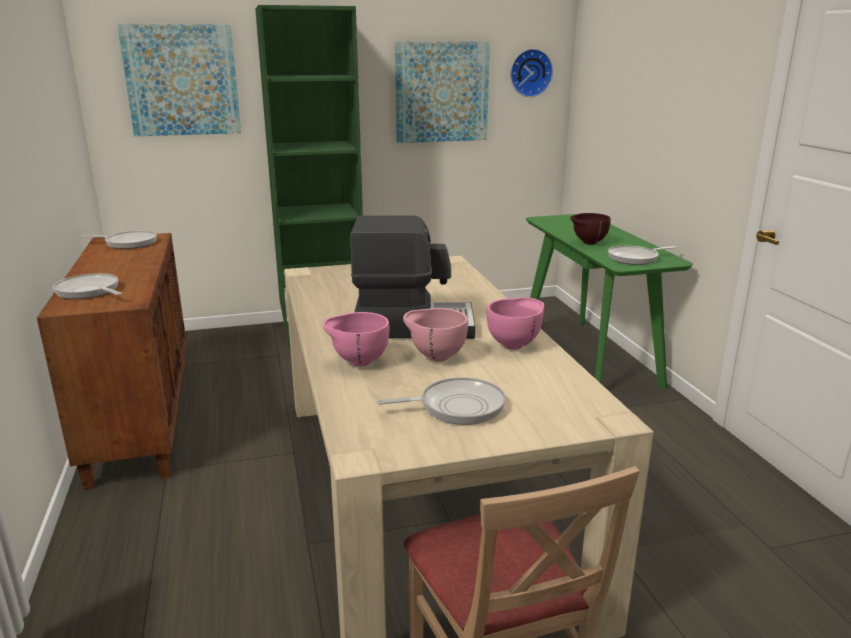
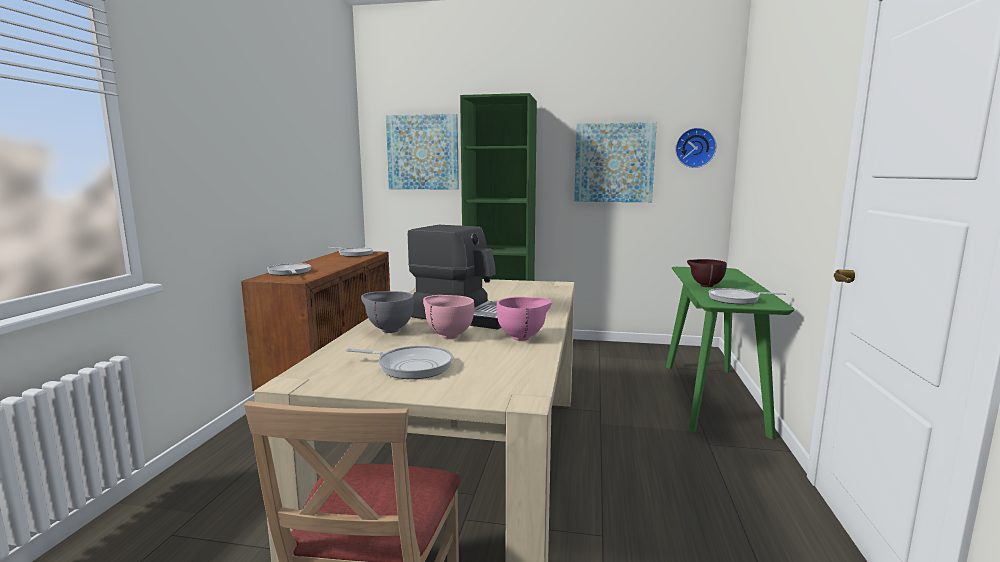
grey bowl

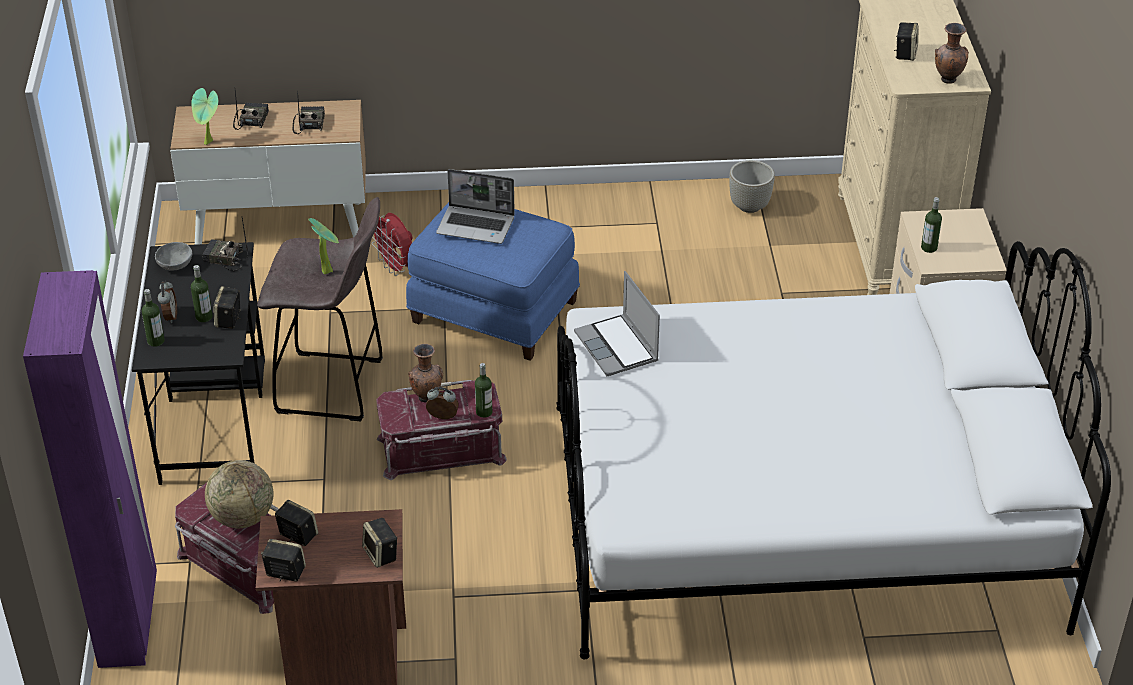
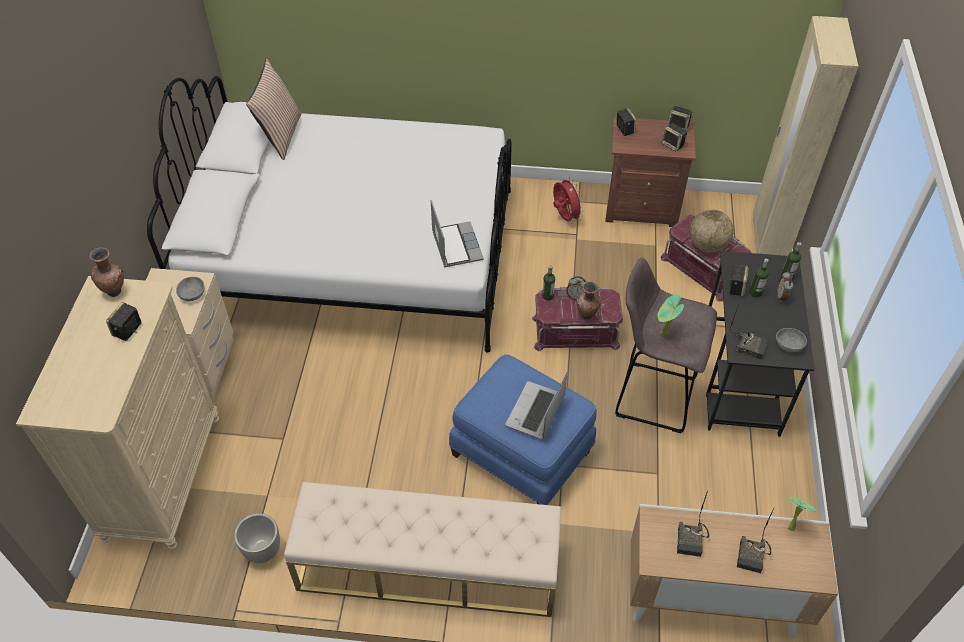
beige wardrobe
red fan
laptop (no. 2 from left)
grey bowl (no. 1 from left)
pillow
beige bench

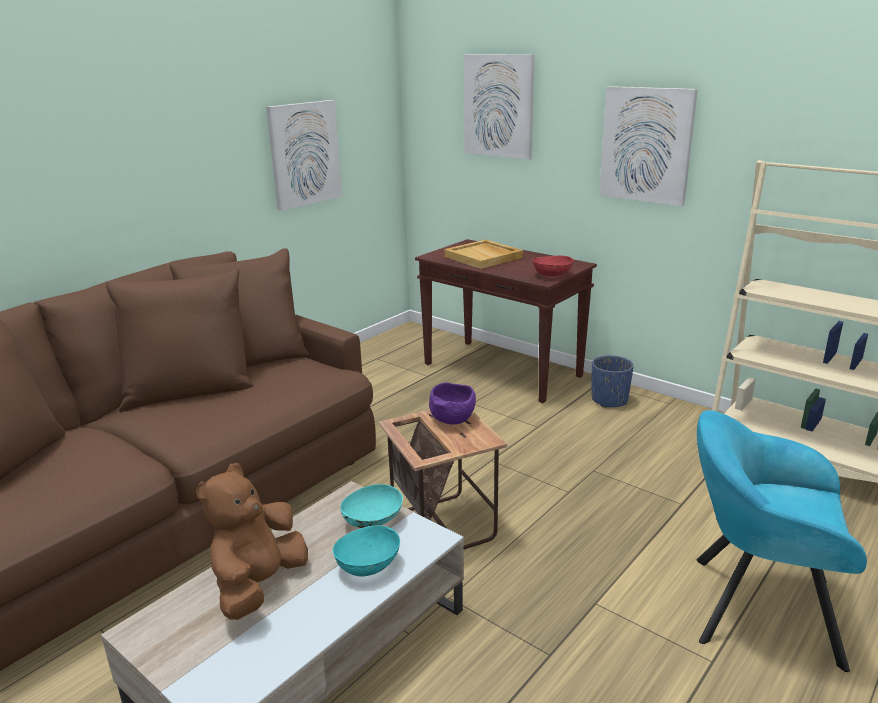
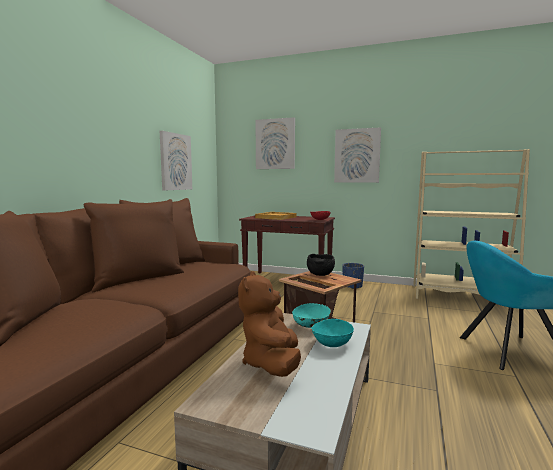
black bowl

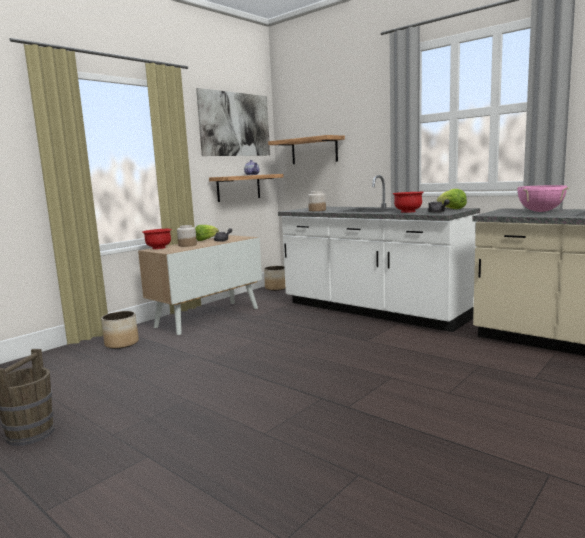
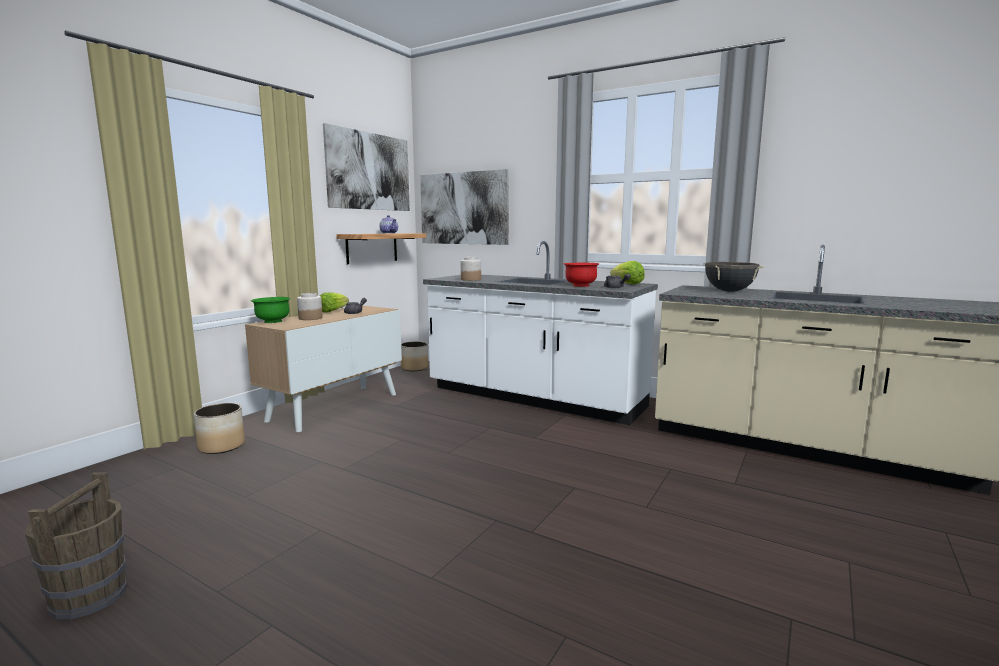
green bowl
picture (no. 2 from left)
black cooking pot

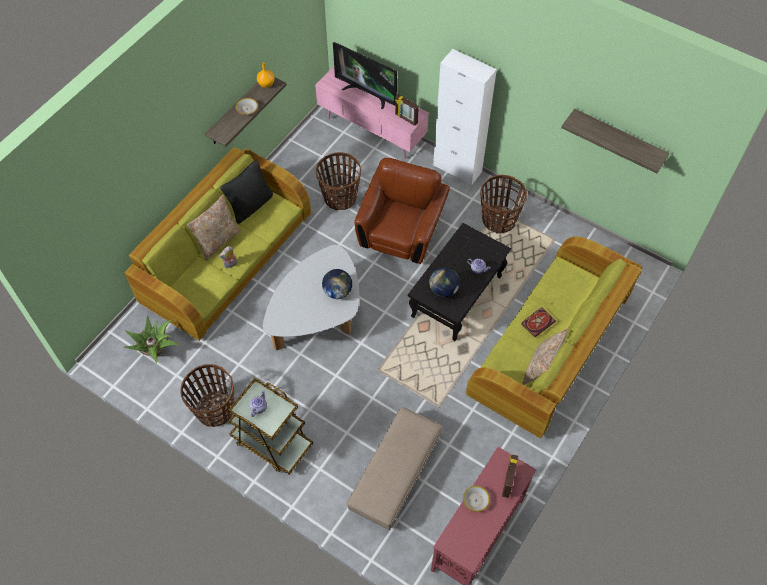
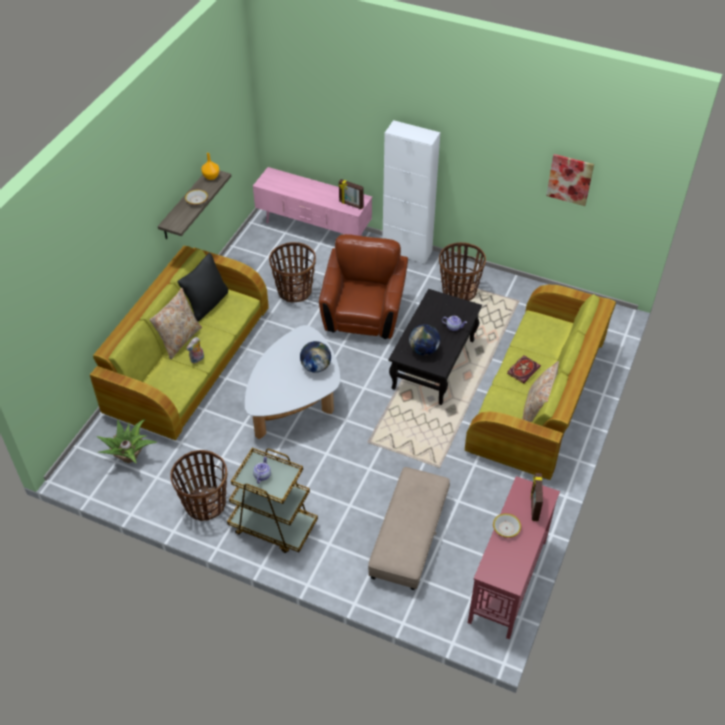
television
picture

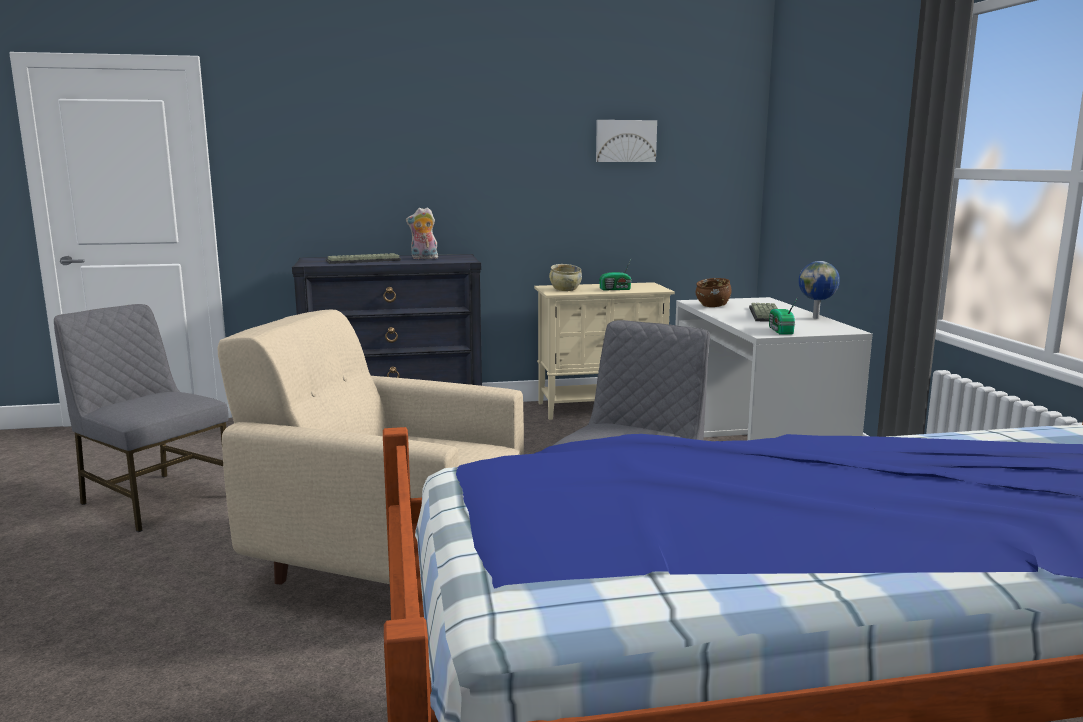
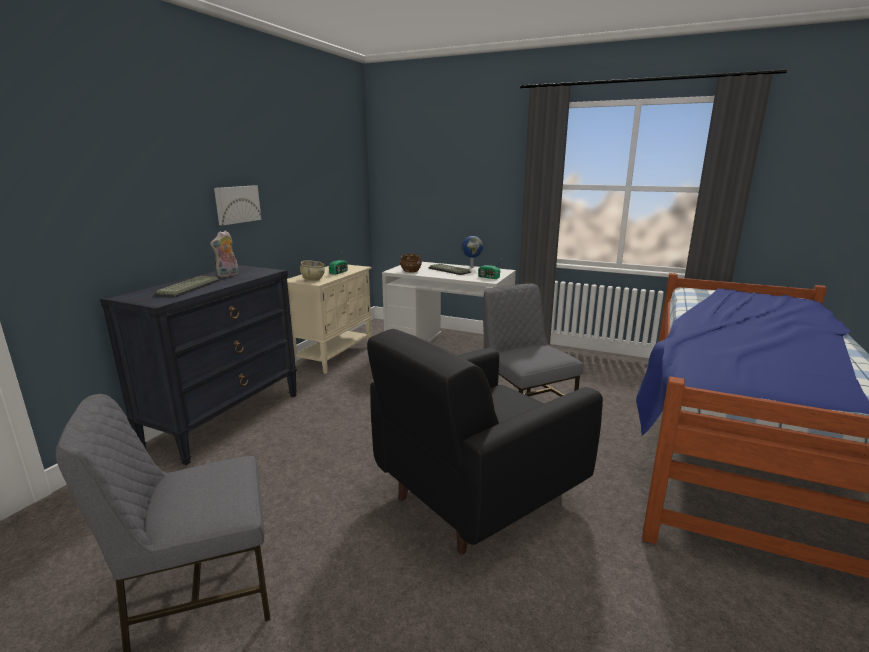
black armchair
picture

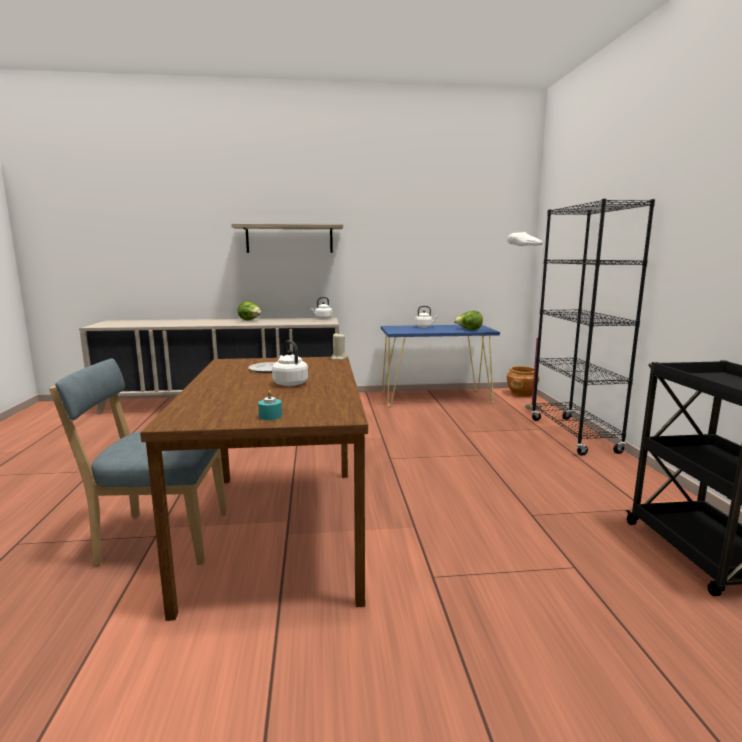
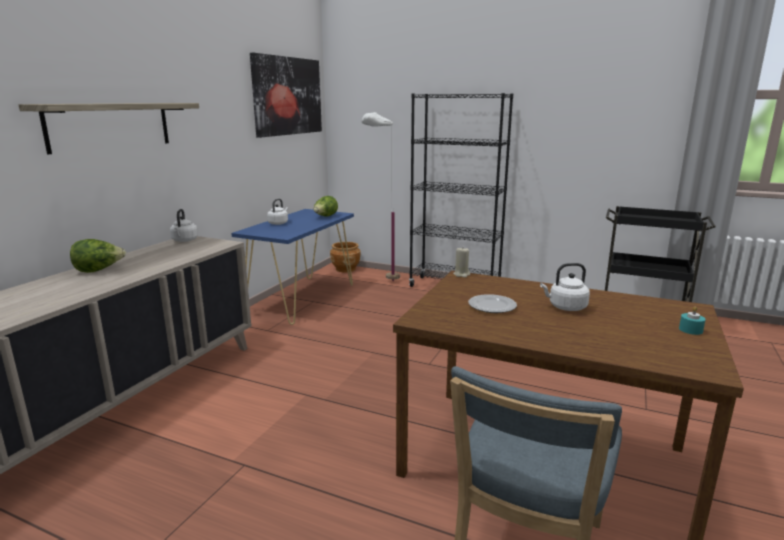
picture

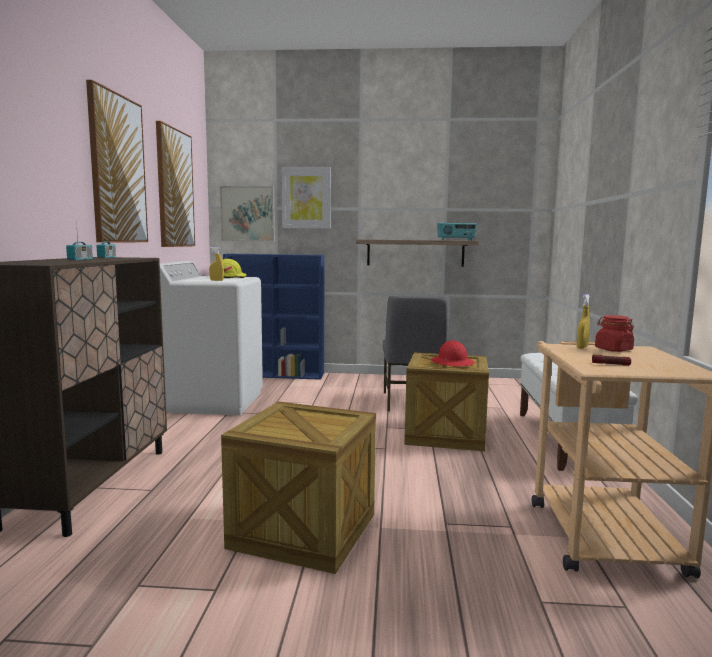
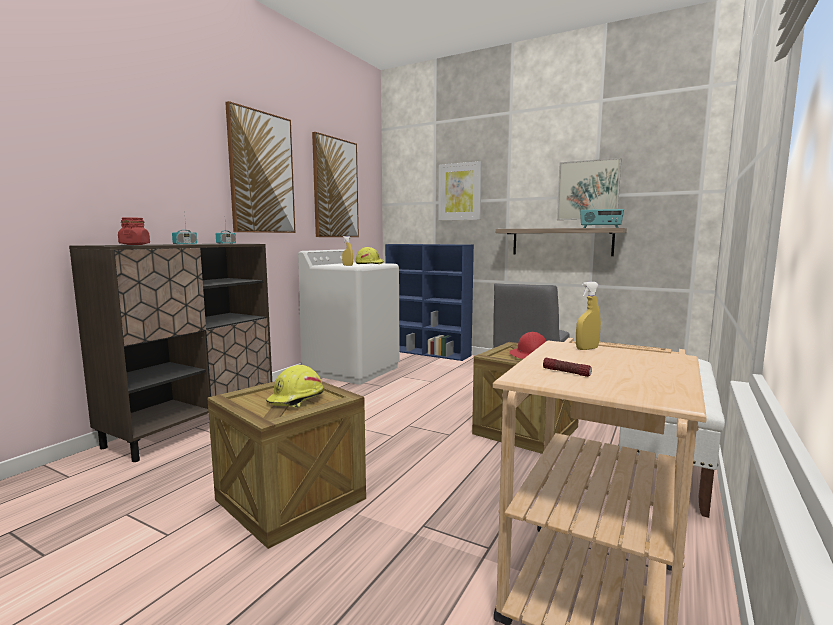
picture (no. 4 from left)
red jar
yellow hard hat (no. 1 from left)

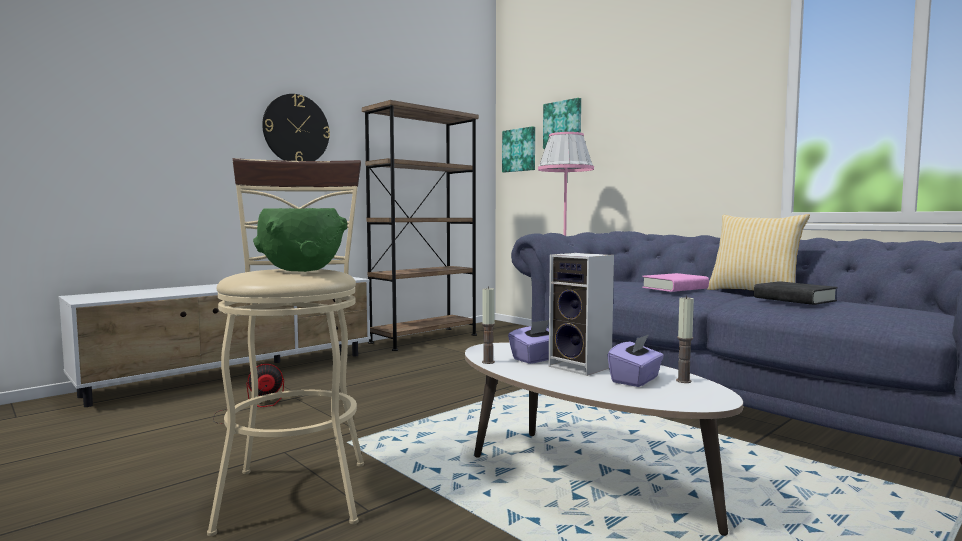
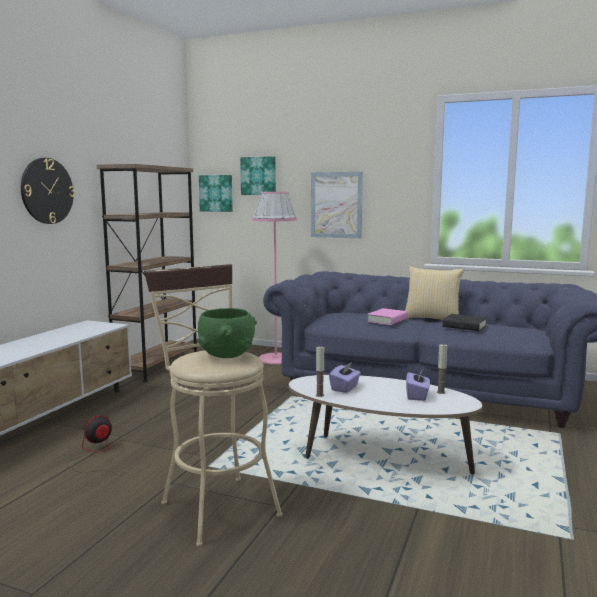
speaker
picture (no. 3 from left)

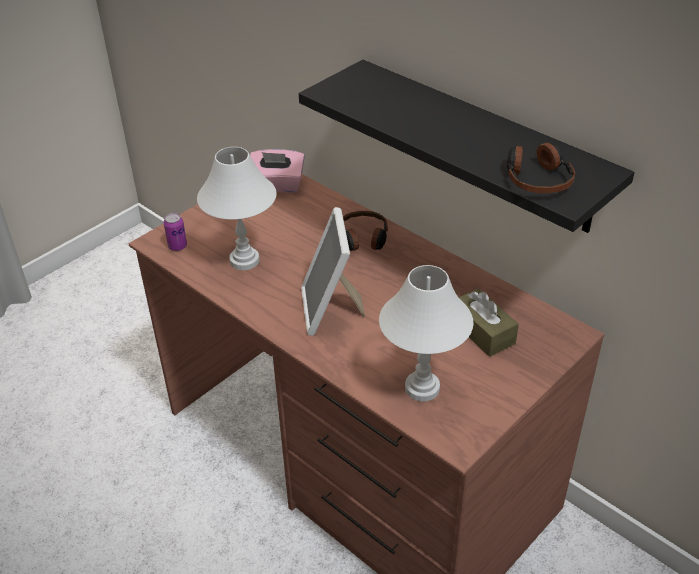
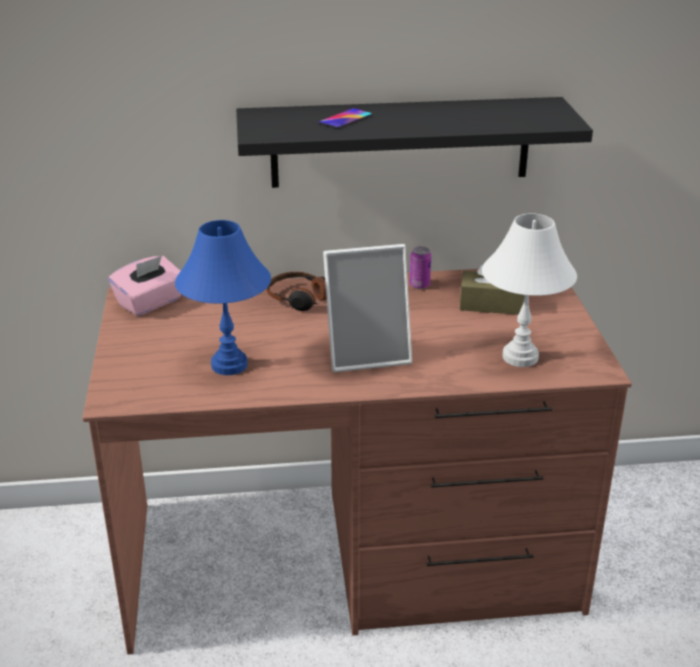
can
blue table lamp
picture frame
headphones (no. 2 from left in the first image)
phone

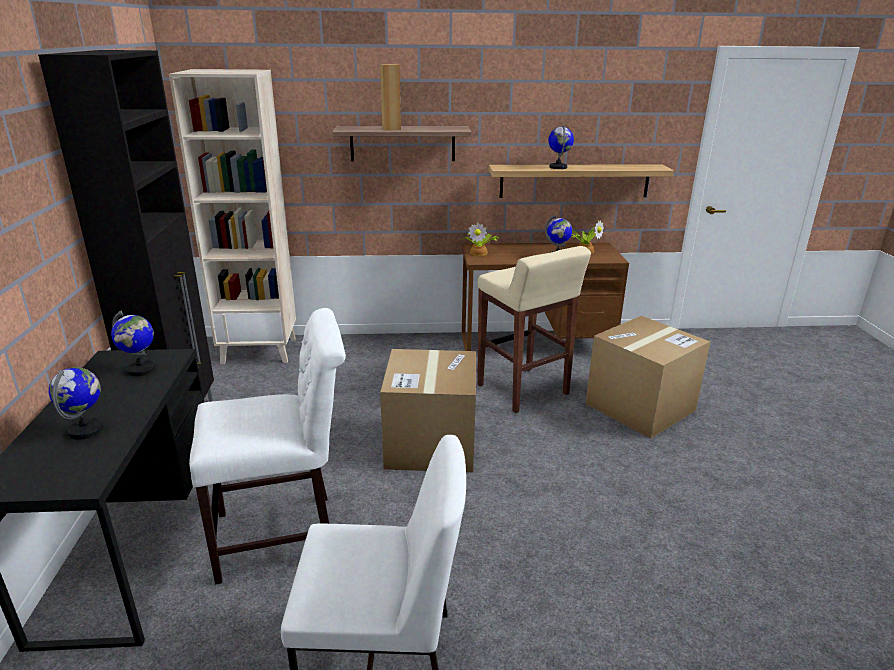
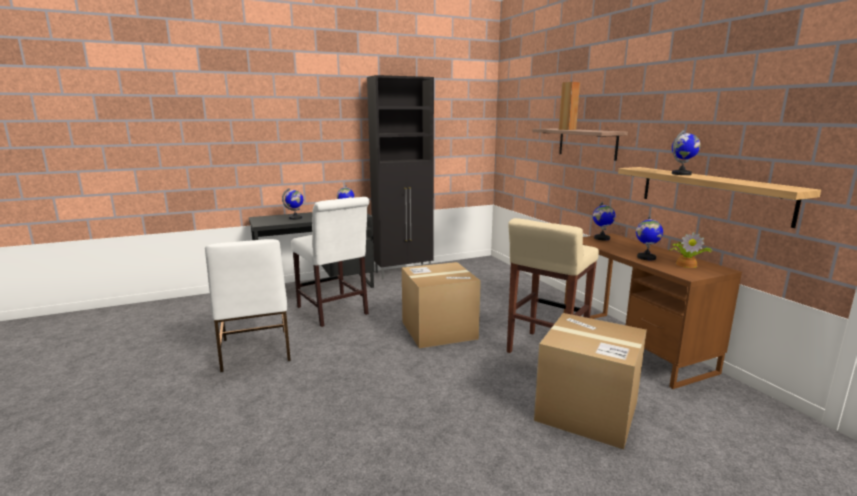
beige bookcase
globe (no. 3 from left)

